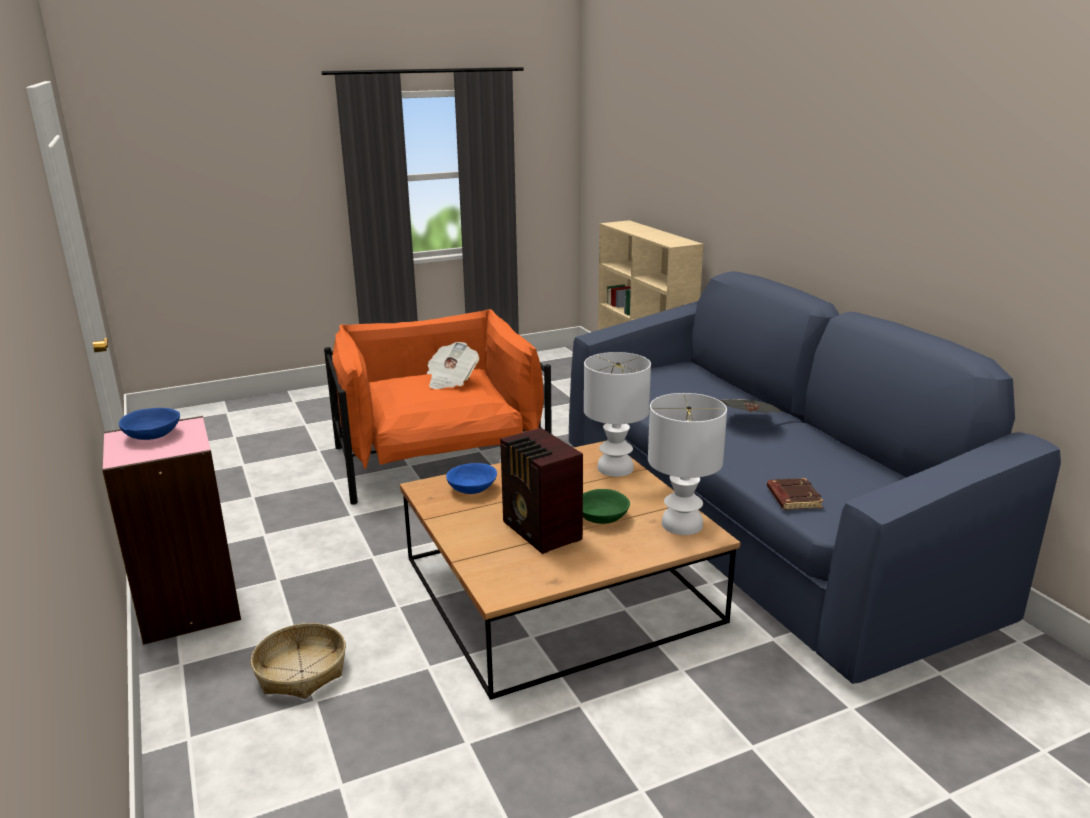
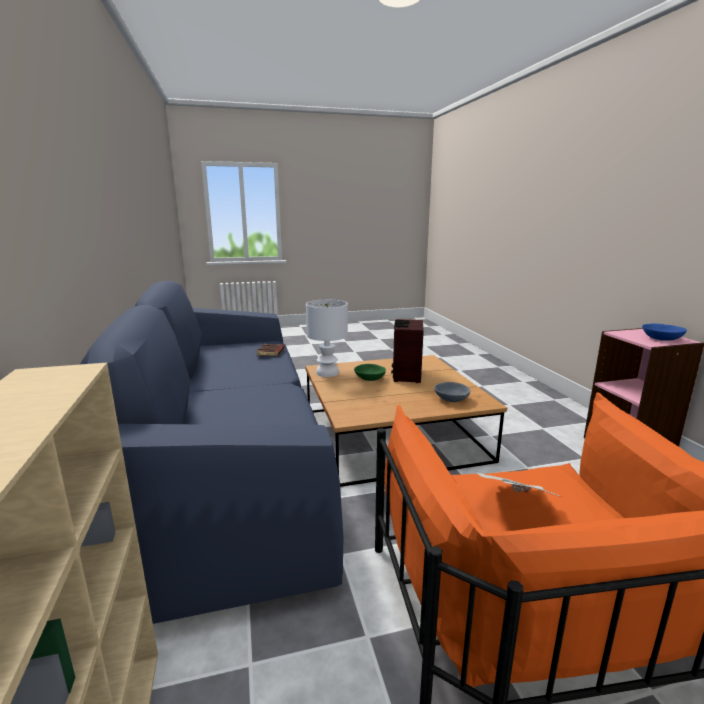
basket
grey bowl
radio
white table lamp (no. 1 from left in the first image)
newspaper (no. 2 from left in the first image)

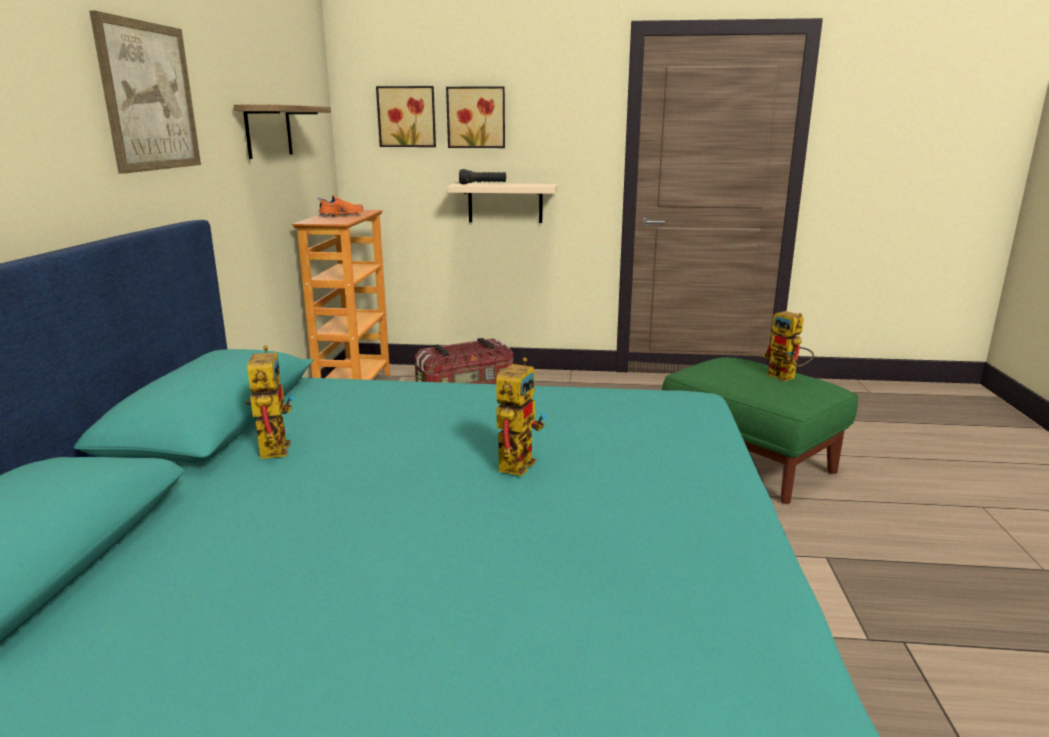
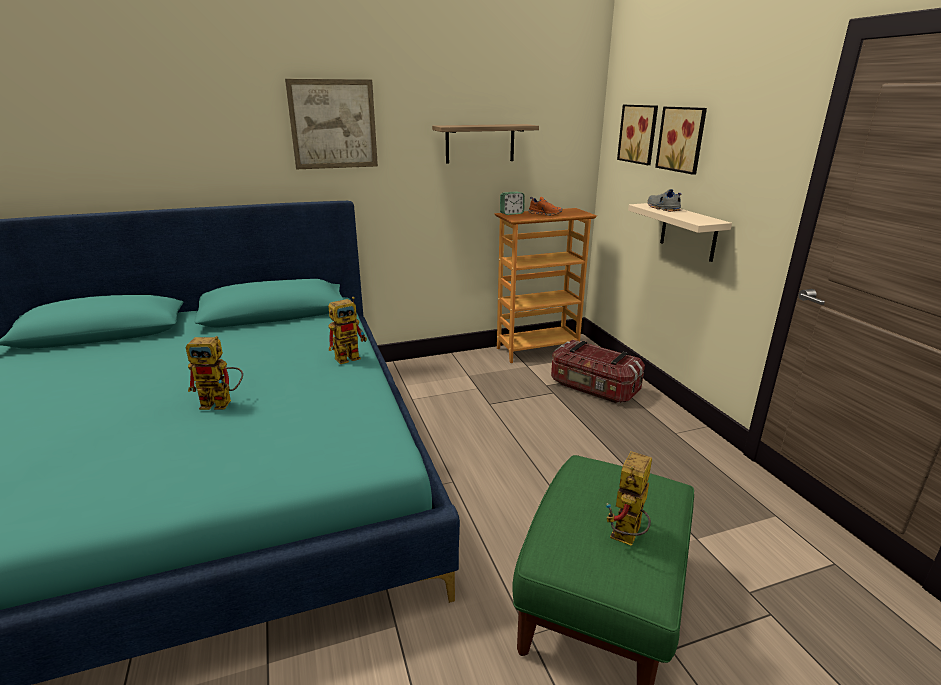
toy robot (no. 2 from left)
grey shoe
alarm clock

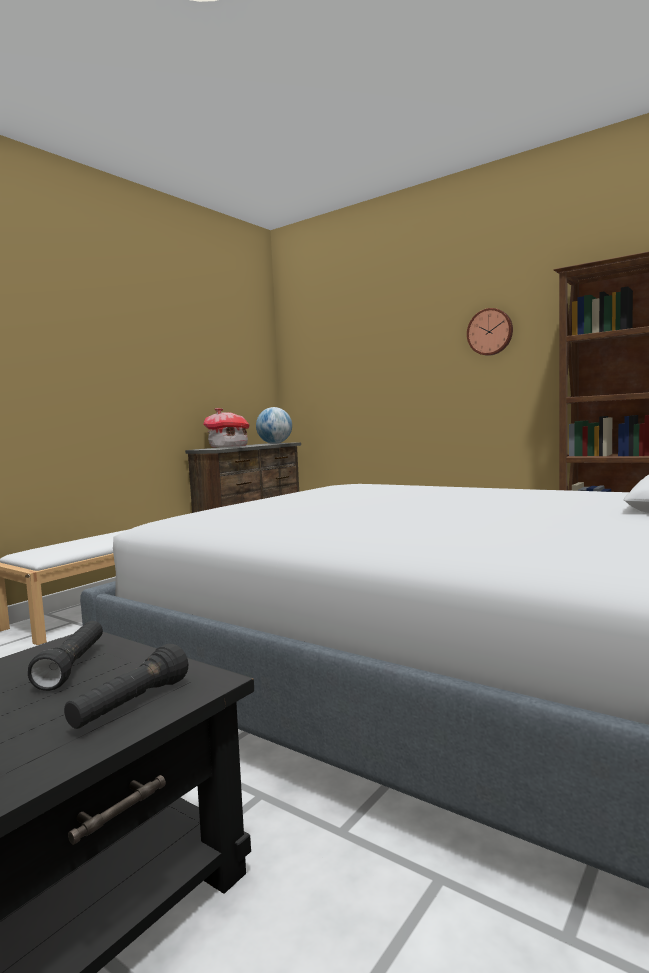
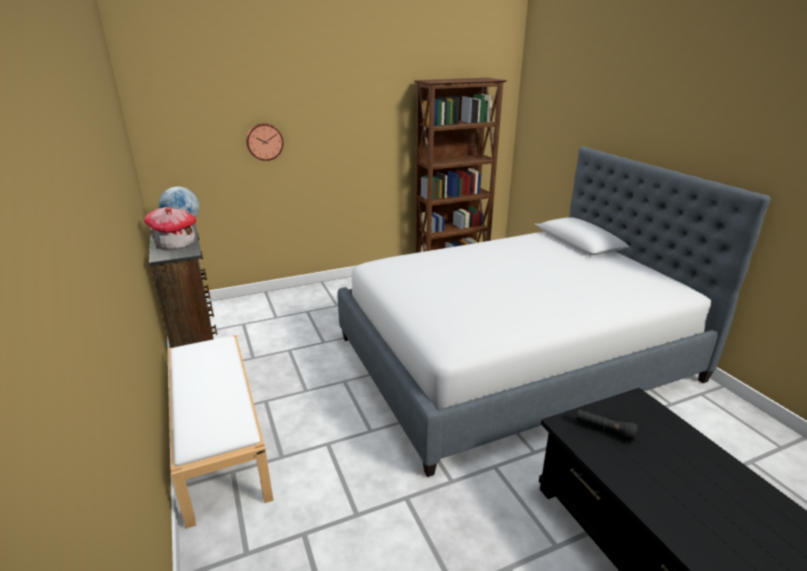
black flashlight (no. 2 from left in the first image)
wall clock

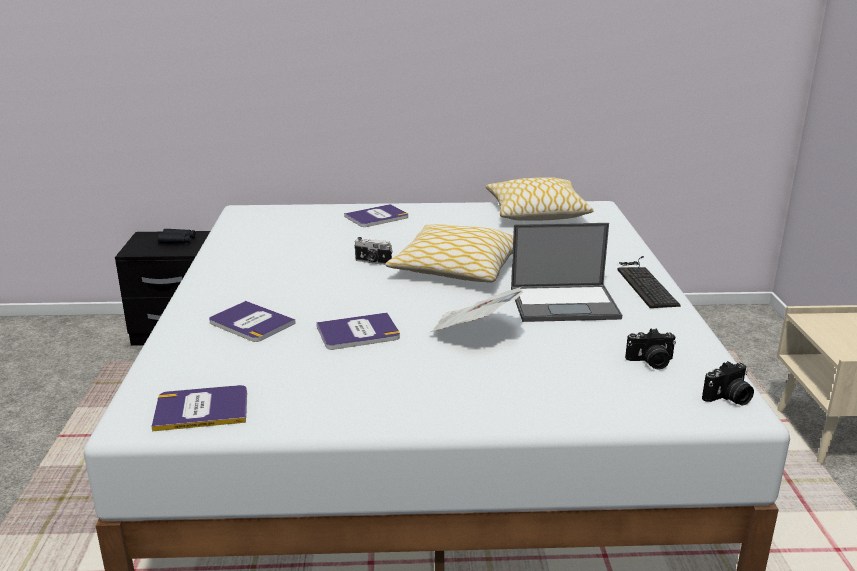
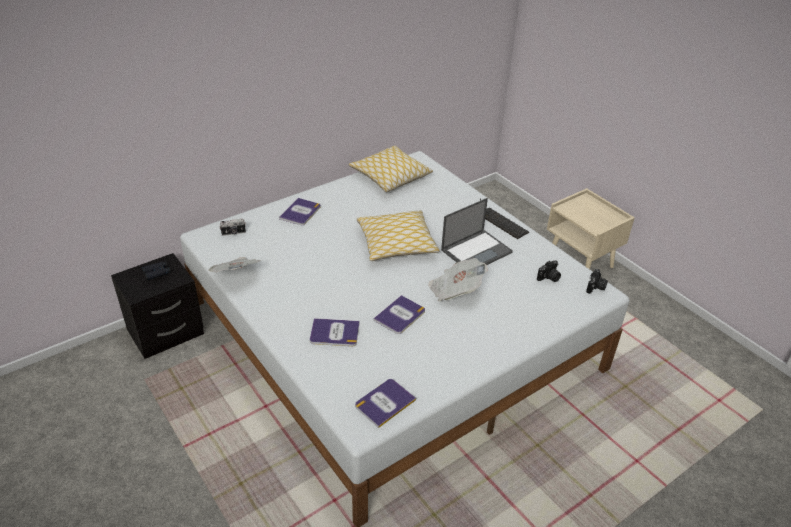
photo camera (no. 1 from left)
newspaper (no. 1 from left)

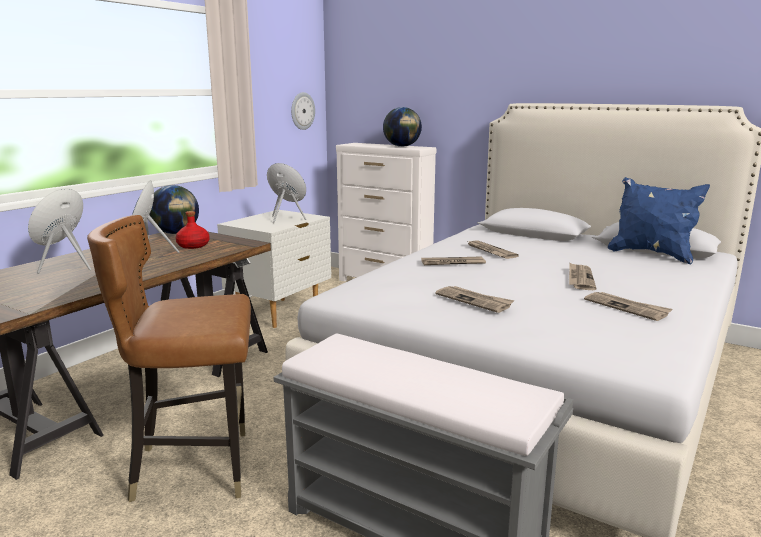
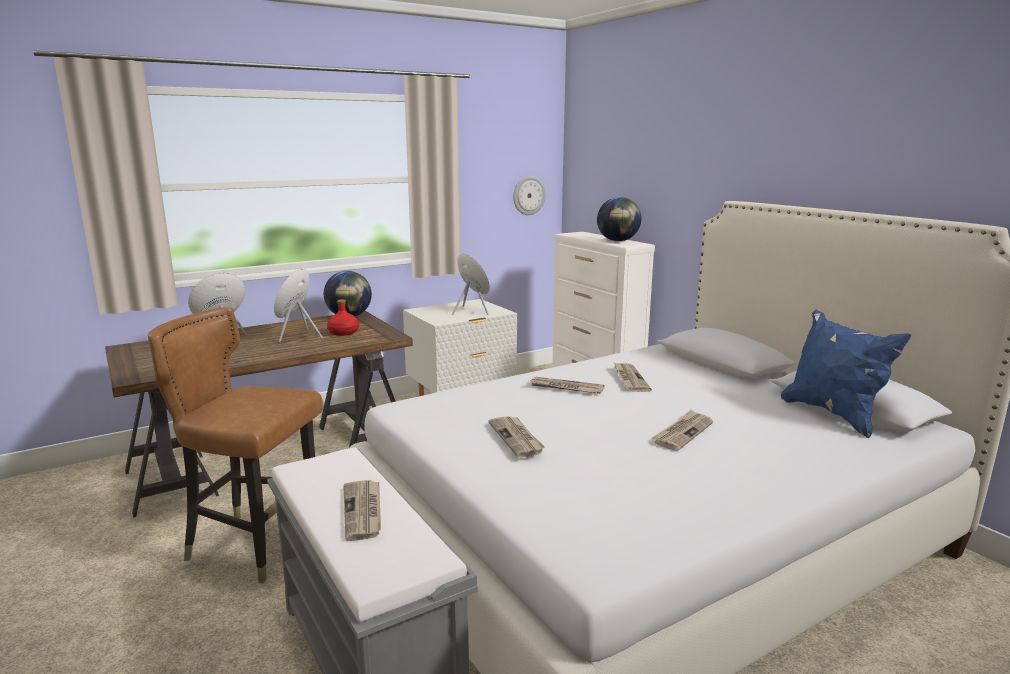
newspaper (no. 1 from left)

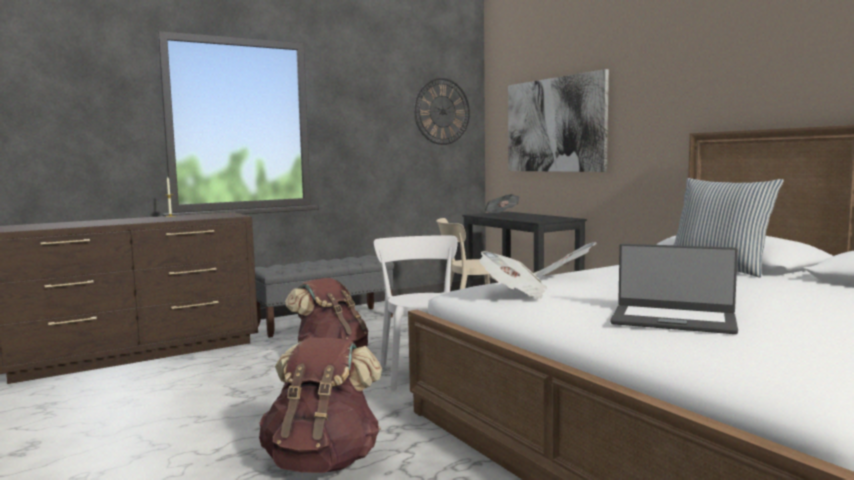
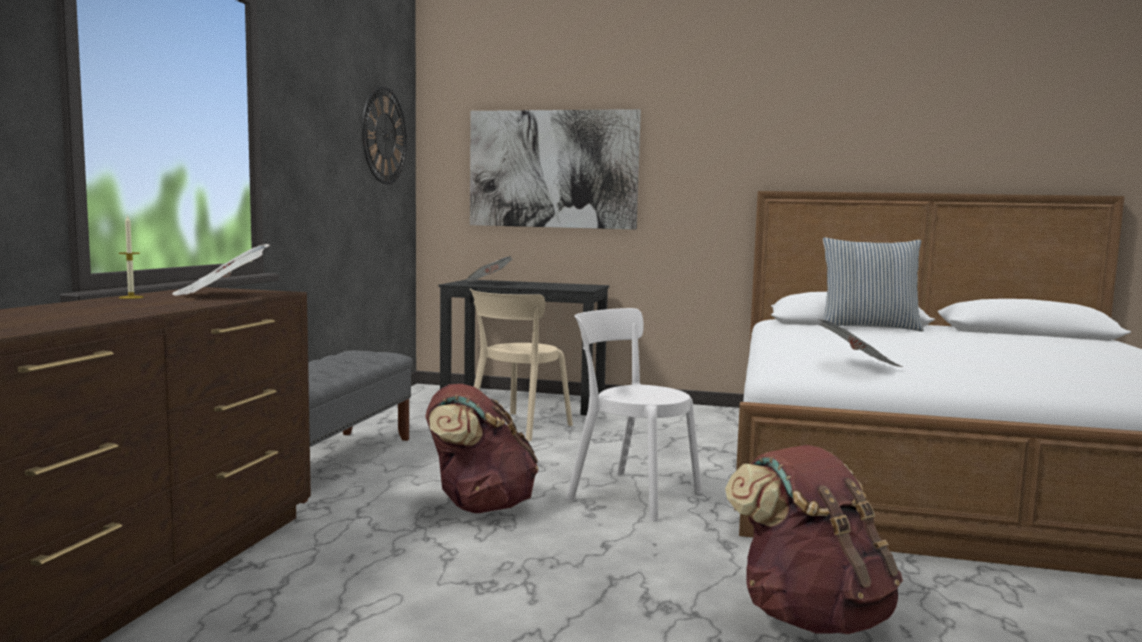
newspaper (no. 1 from left)
laptop

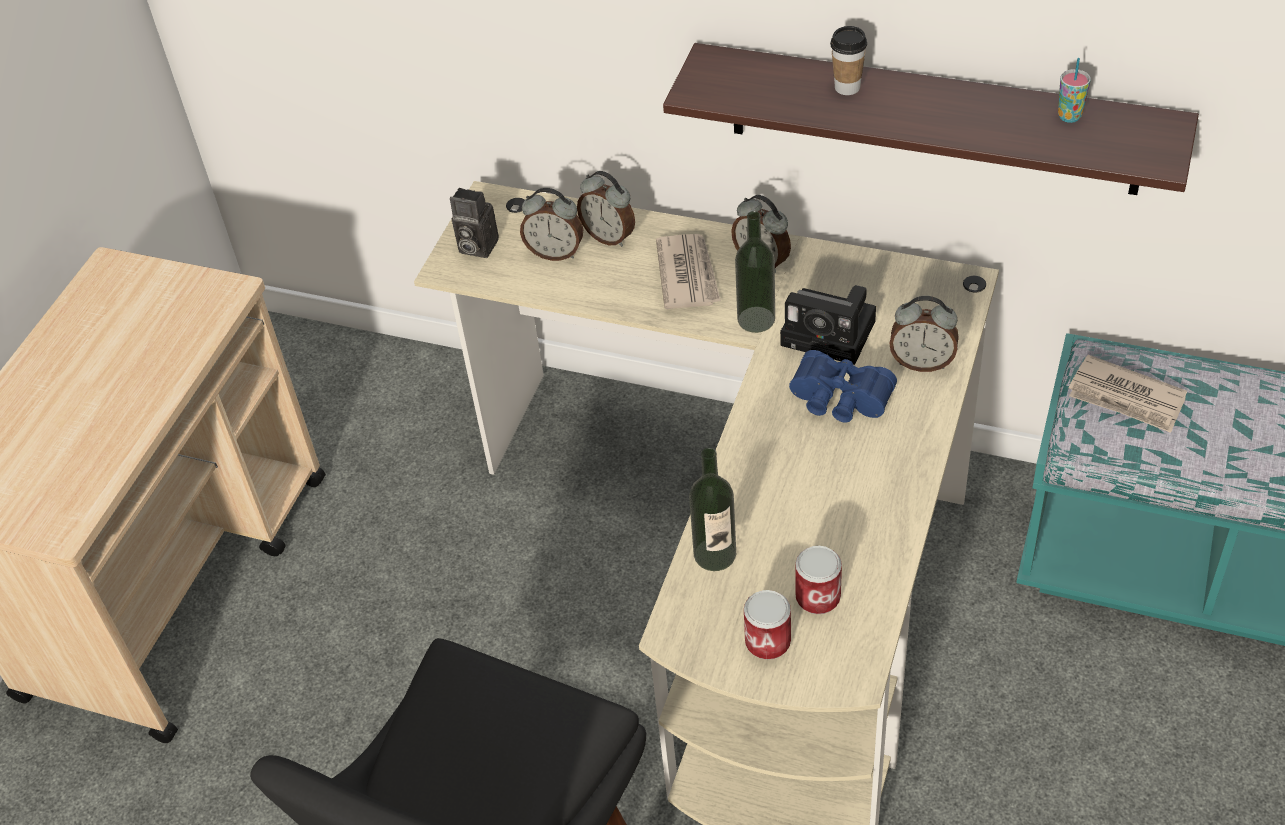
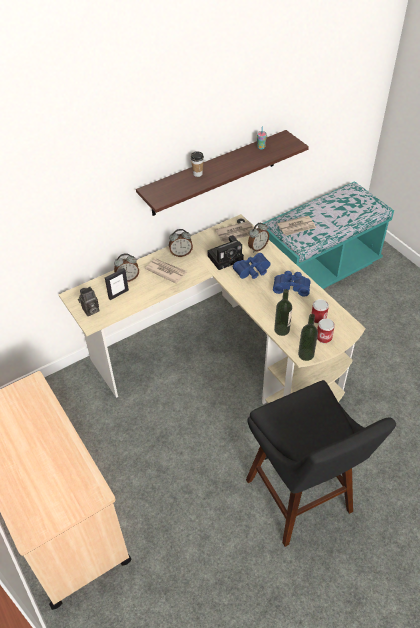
picture frame
bottle (no. 2 from left)
newspaper (no. 2 from left)
blue binoculars (no. 2 from left)

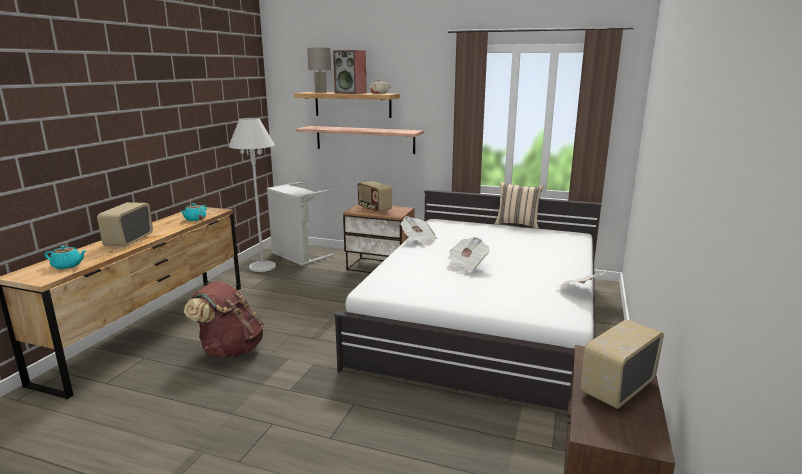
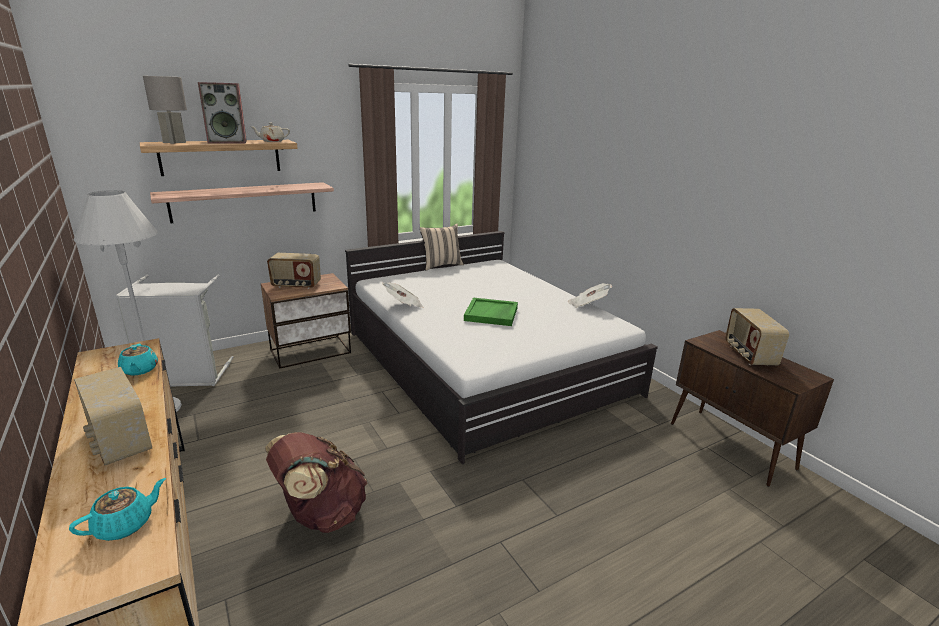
green tray

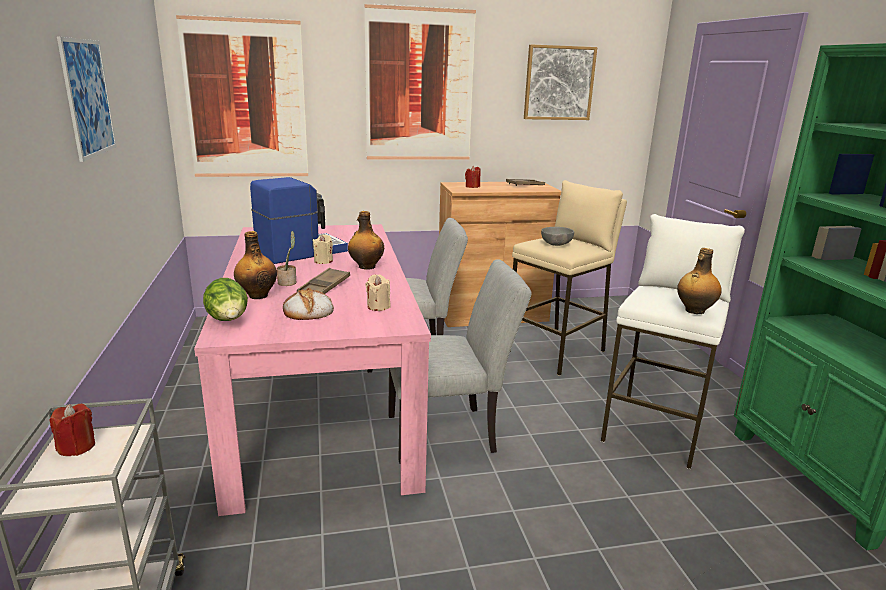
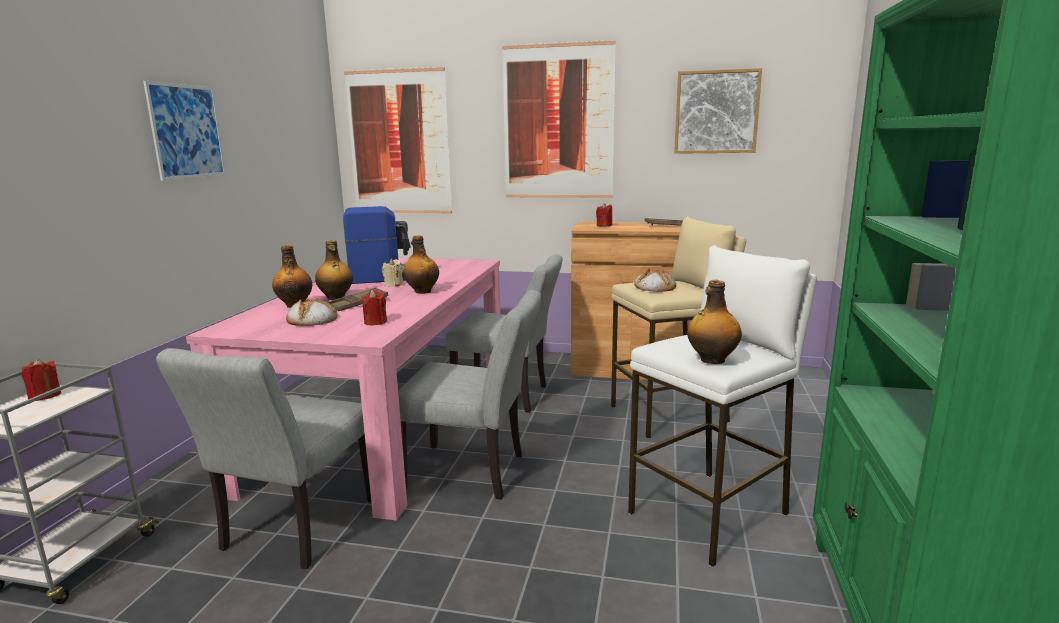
lettuce
bottle (no. 2 from left)
red candle (no. 2 from left)
bread (no. 2 from left)
grey chair (no. 1 from left)

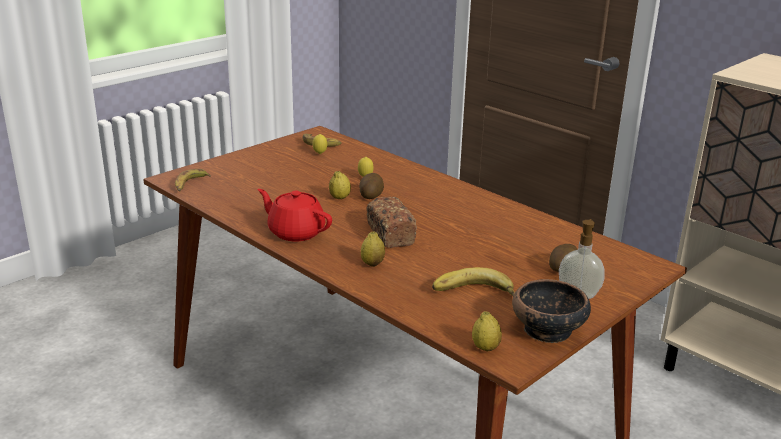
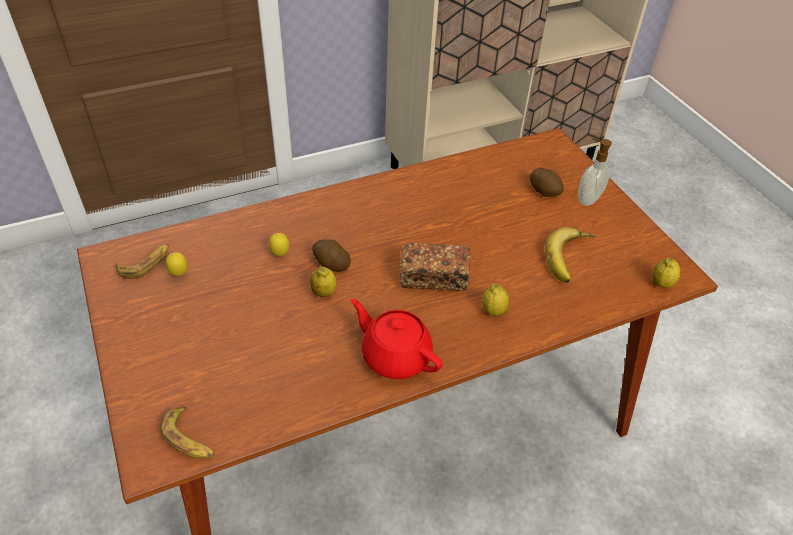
red teapot
bowl

